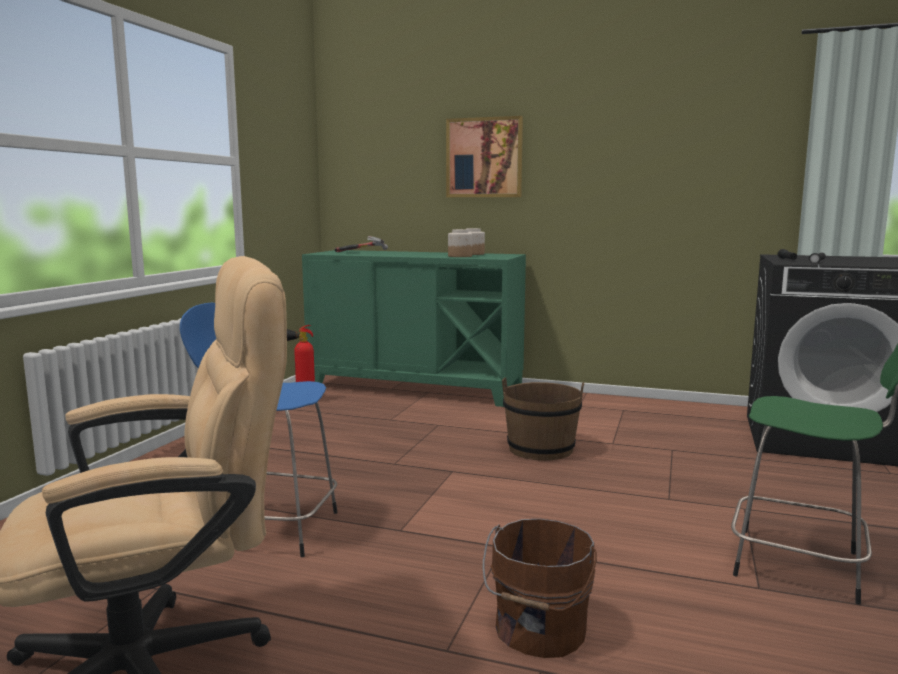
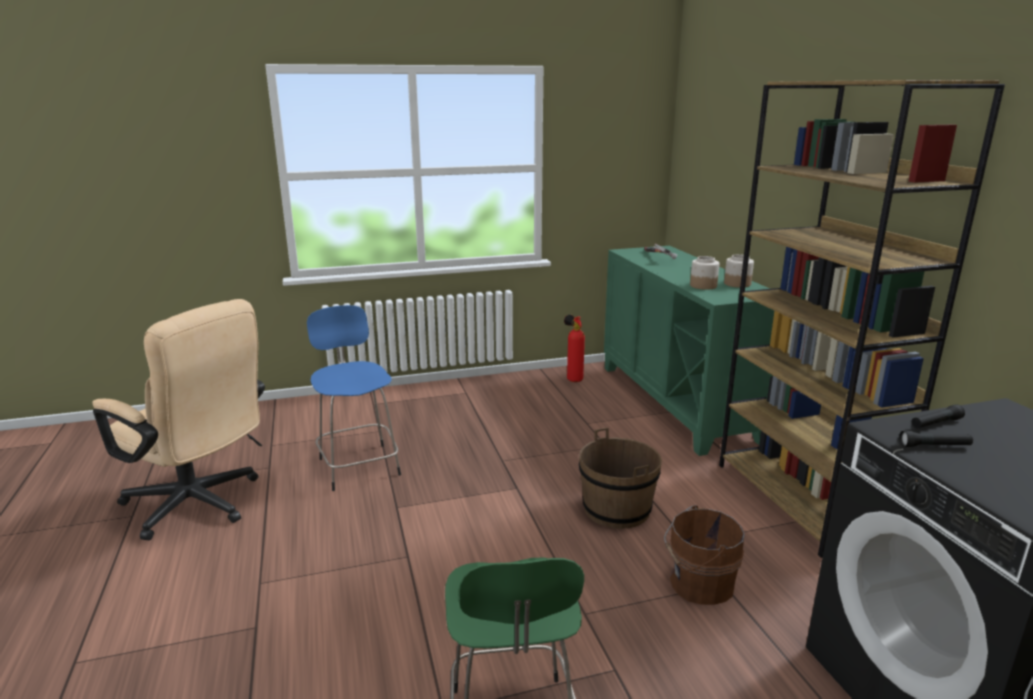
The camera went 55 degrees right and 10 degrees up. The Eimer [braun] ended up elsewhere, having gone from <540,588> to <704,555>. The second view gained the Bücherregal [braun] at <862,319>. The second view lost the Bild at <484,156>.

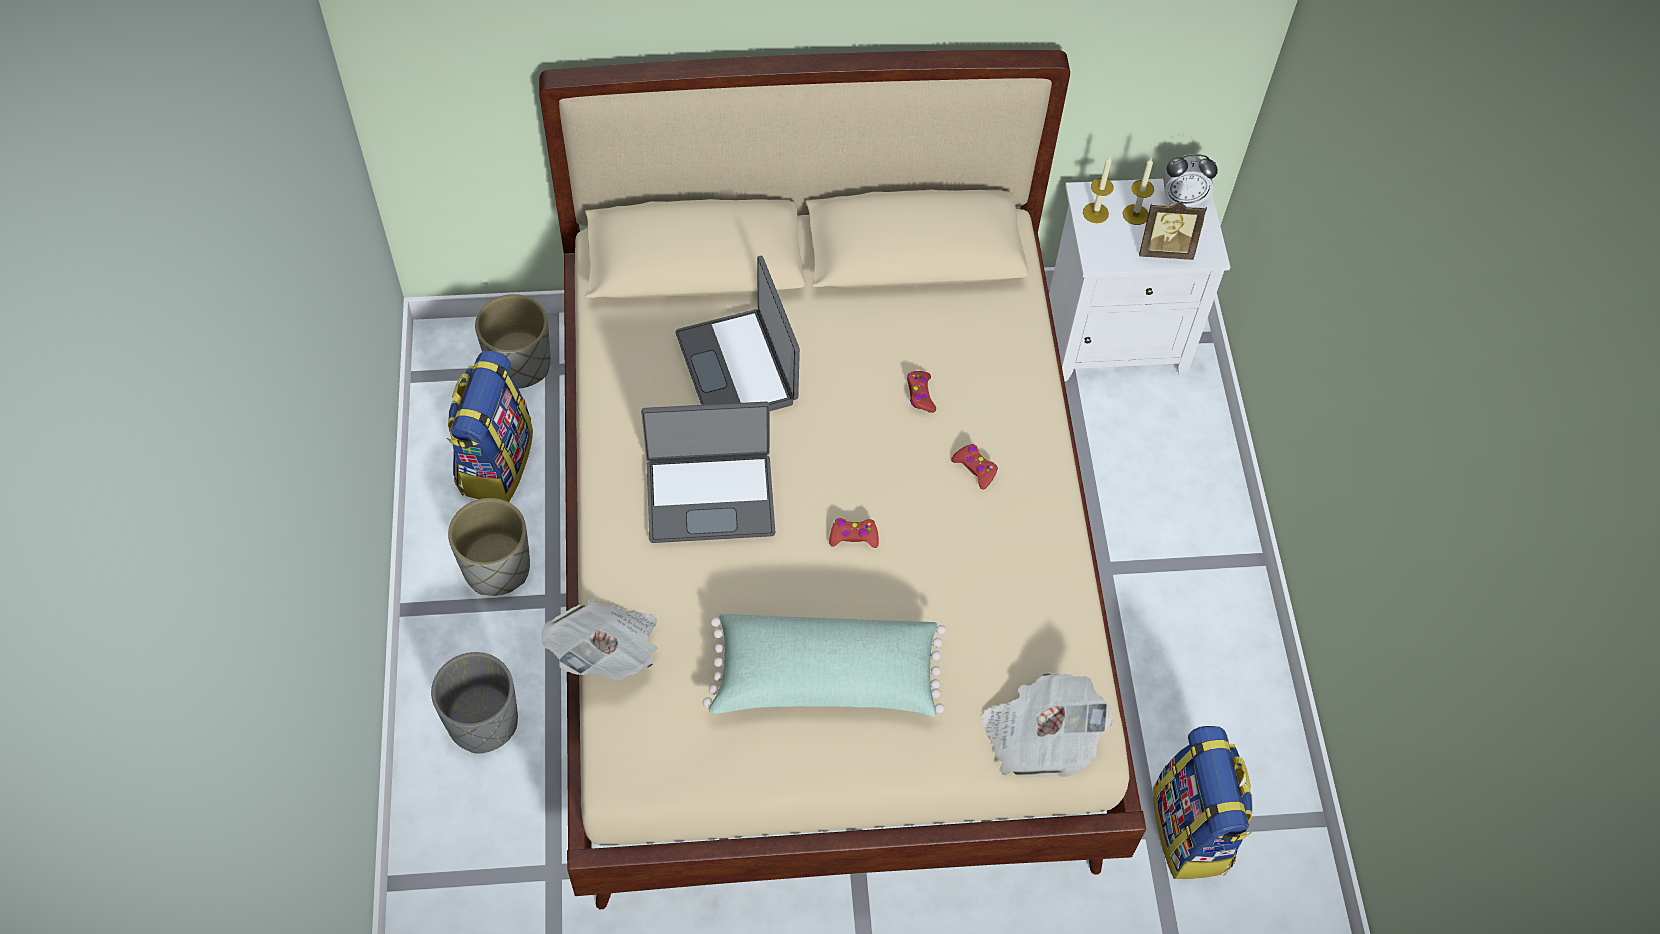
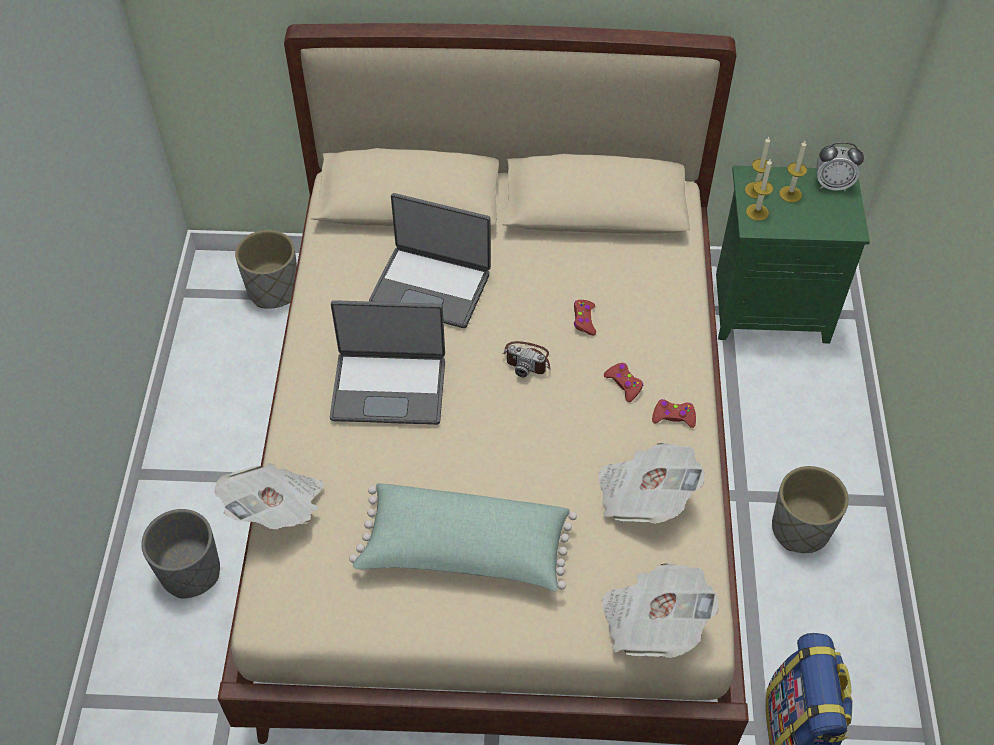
The camera went 10 degrees right and 5 degrees down. The Laptop at <738,333> ended up facing another way, 60 degrees counterclockwise from before. The second view gained the Kamera at <526,359>. The second view gained the Zeitung at <652,483>. The Gamepad [rot] ended up elsewhere, having gone from <854,533> to <674,413>. What was the Nachttisch [weiß] at <1139,280> turned into the Nachttisch [grün] at <793,255>. The second view gained the Kerze at <759,189>. The Pflanzkübel [grau] ended up elsewhere, having gone from <489,547> to <810,509>. The second view lost the Rucksack at <490,426>. The second view lost the Bilderrahmen at <1173,230>.

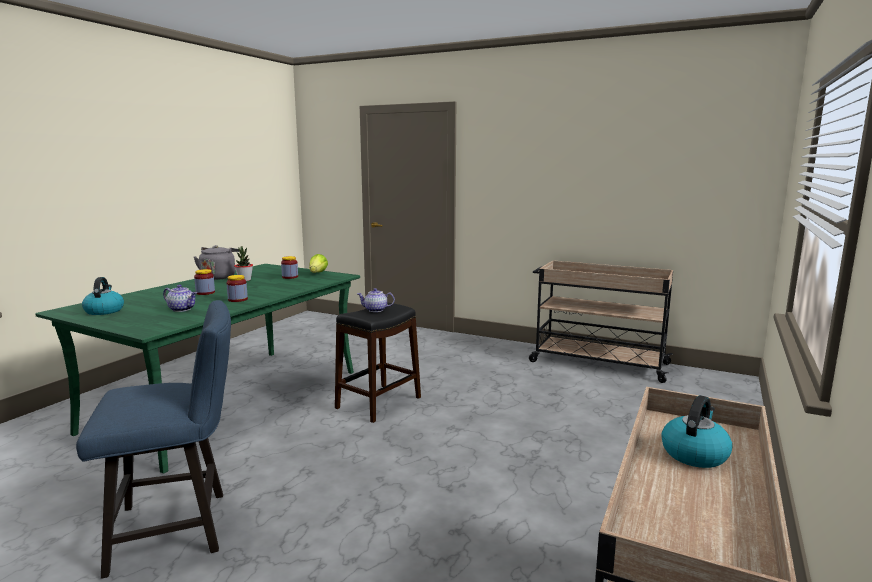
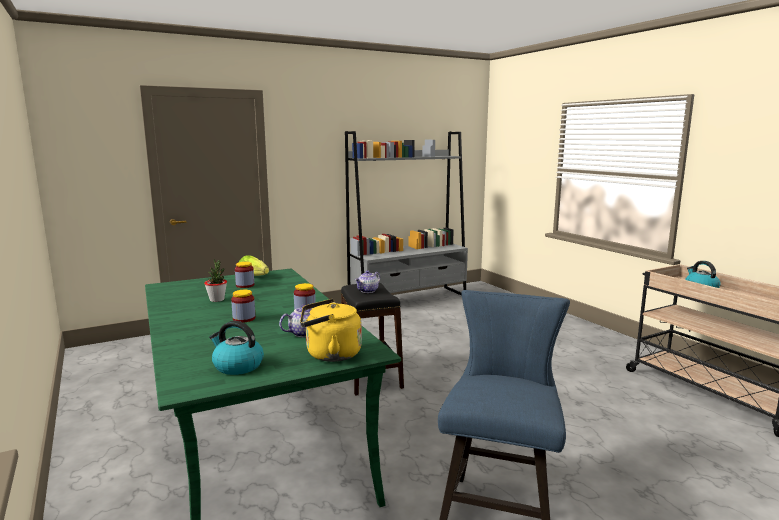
The camera went 55 degrees left and 0 degrees up. The second view gained the Wasserkessel [gelb] at <331,330>. Where the Rollwagen [beige] stood at <601,321>, the Bücherregal [grau] came to stand at <406,213>. The second view lost the Wasserkessel [grau] at <216,262>.

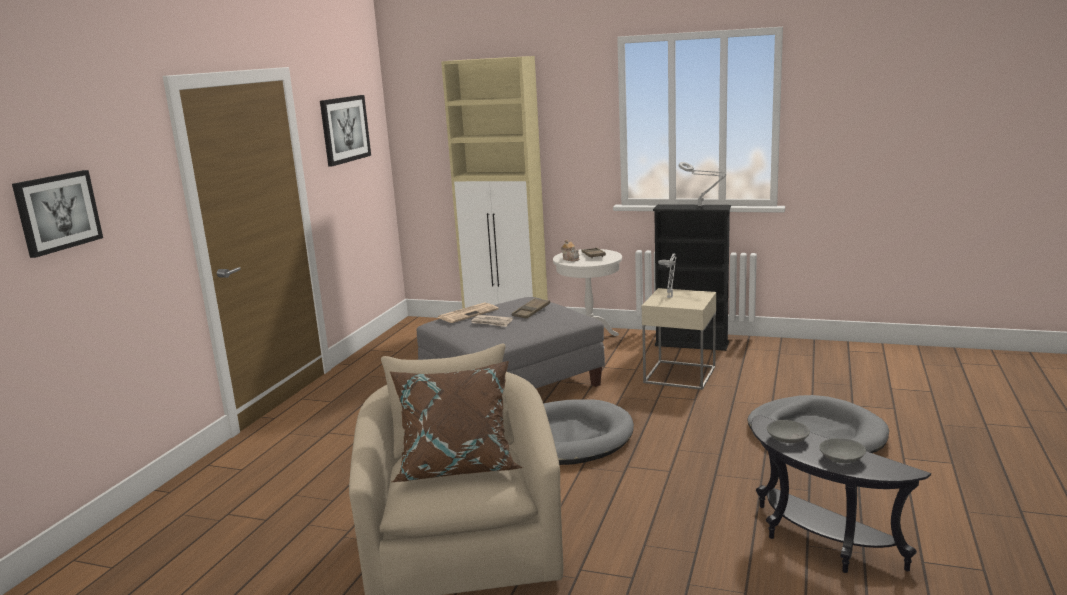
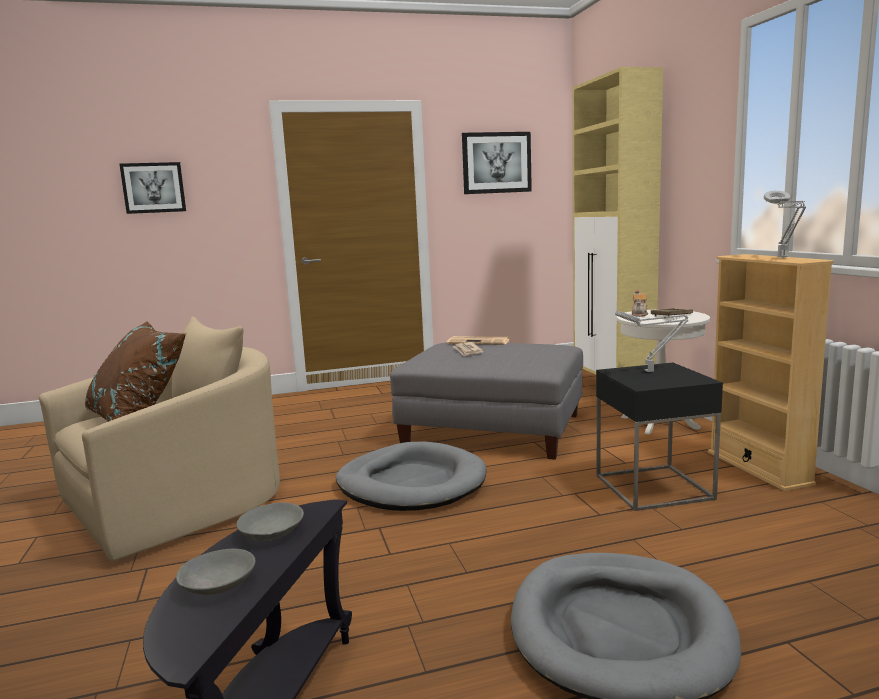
The camera went 55 degrees right and 5 degrees down. What was the Beistelltisch [beige] at <679,339> turned into the Beistelltisch [schwarz] at <659,437>. What was the Bücherregal [schwarz] at <692,277> turned into the Bücherregal [beige] at <771,372>. The second view lost the Tablett [braun] at <531,308>.

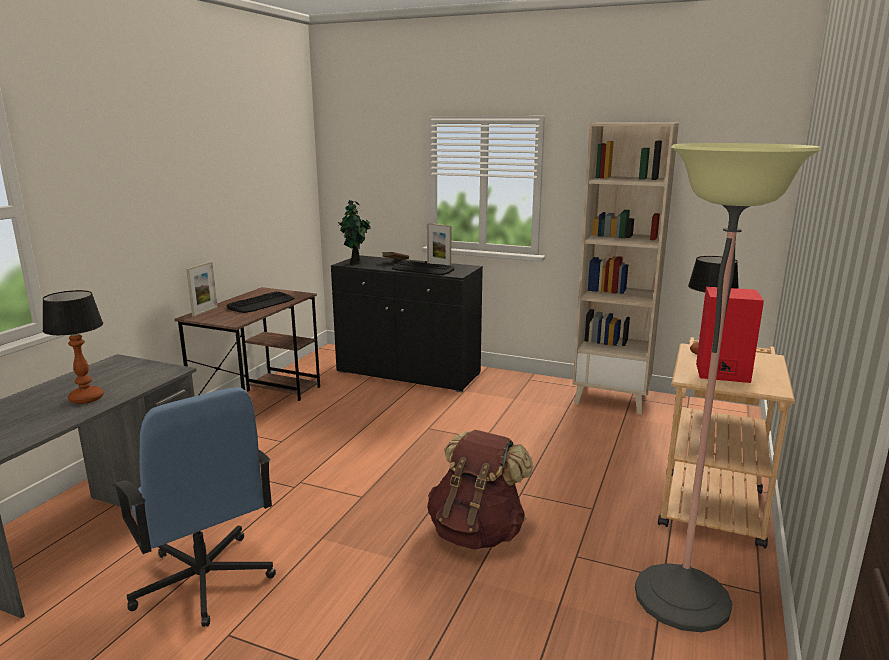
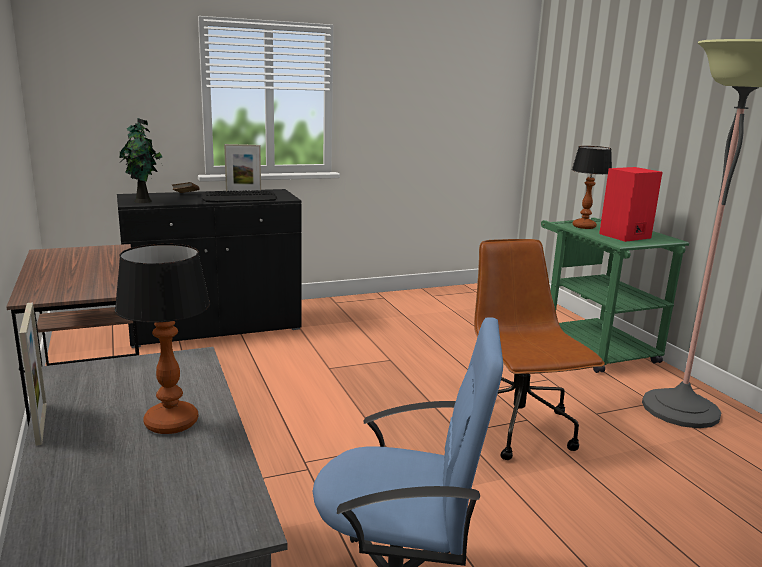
The camera went 45 degrees left and 0 degrees up. The Bilderrahmen ended up elsewhere, having gone from <202,289> to <33,374>. Where the Rucksack [braun] stood at <480,490>, the Bürostuhl [braun] came to stand at <539,349>. What was the Rollwagen [beige] at <726,443> turned into the Rollwagen [grün] at <615,295>. The second view lost the Tastatur at <260,302>. The second view lost the Bücherregal [beige] at <626,269>.

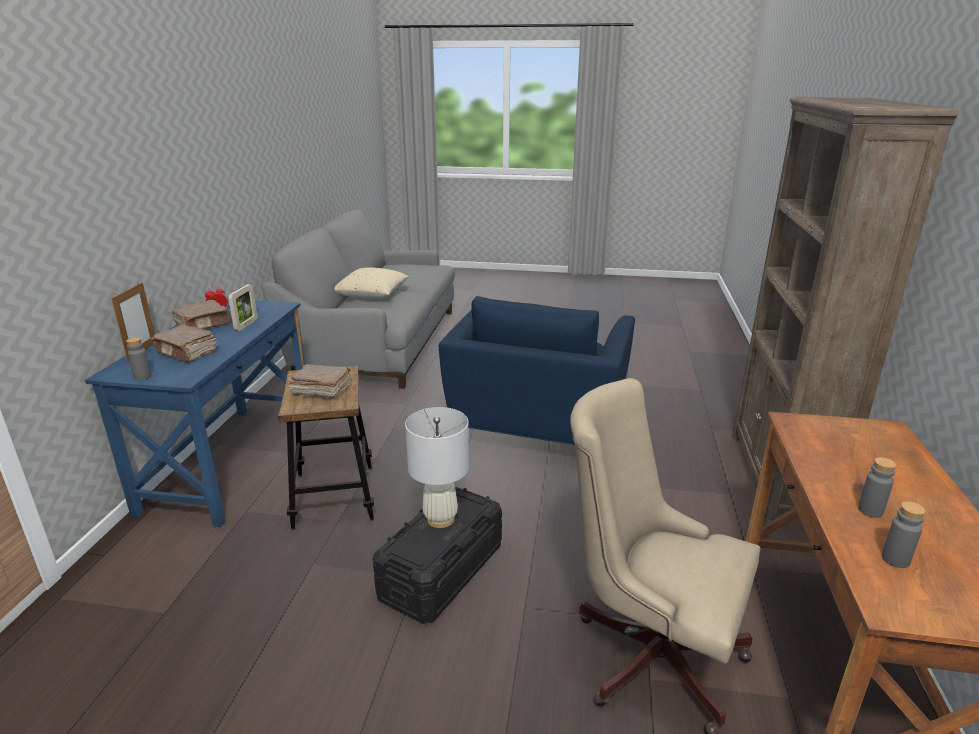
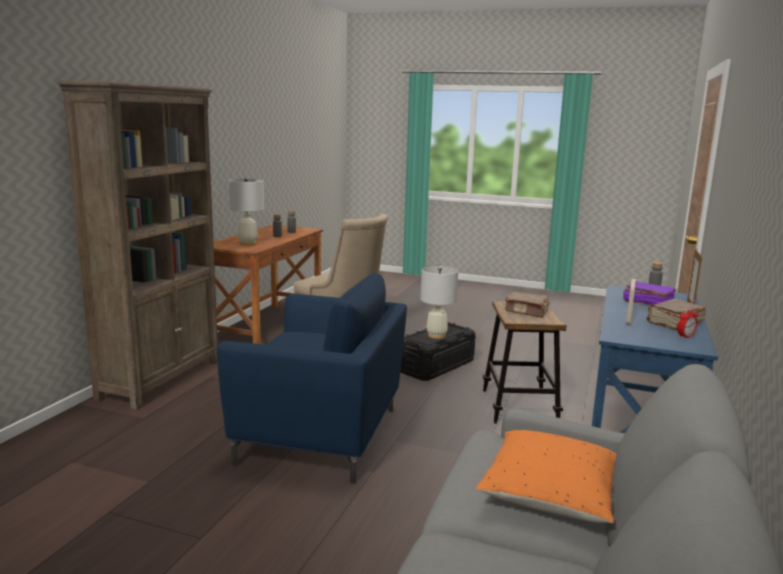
The camera went 170 degrees left and 10 degrees down. The Sessel [blau] at <537,370> ended up facing another way, 75 degrees clockwise from before. The second view gained the Tischlampe [weiß] at <246,211>. What was the Kissen [beige] at <372,283> turned into the Kissen [orange] at <546,476>. What was the Buch [braun] at <183,343> turned into the Buch [lila] at <649,293>.

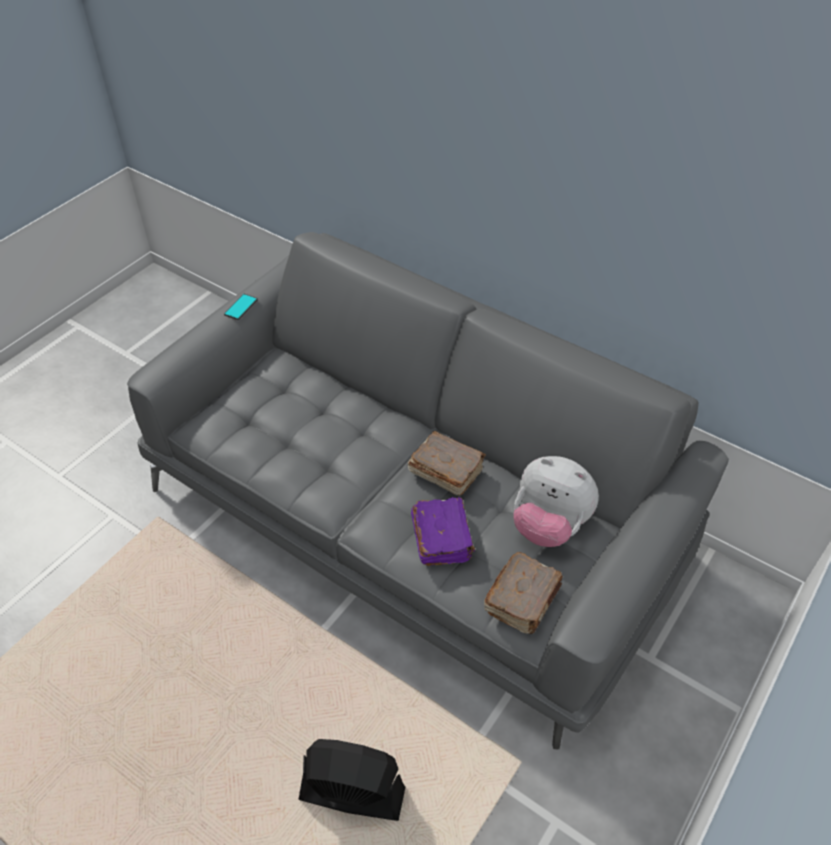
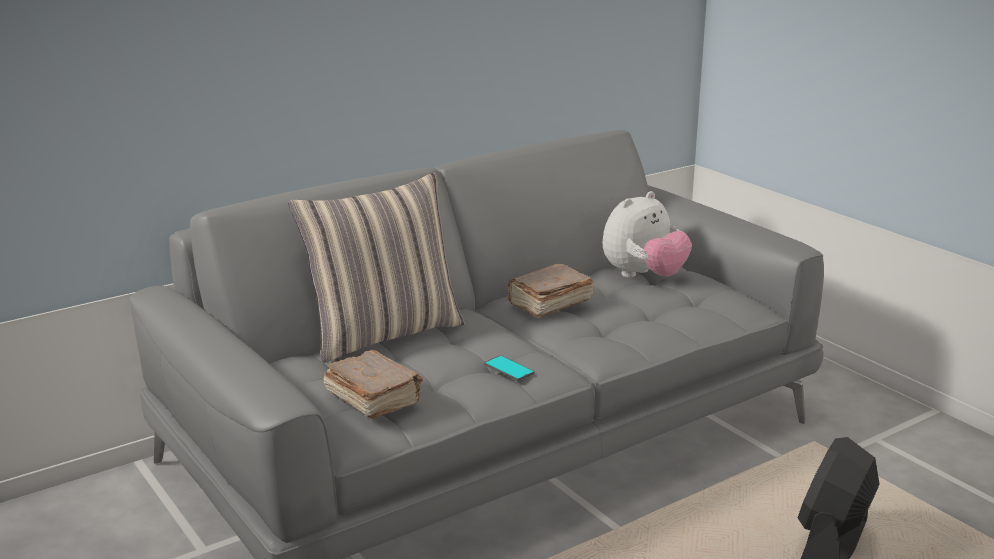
The camera went 70 degrees left and 25 degrees down. The second view gained the Kissen at <376,268>. The Buch [braun] ended up elsewhere, having gone from <523,593> to <373,384>. The Handy ended up elsewhere, having gone from <241,307> to <509,368>. The second view lost the Buch [lila] at <443,531>.

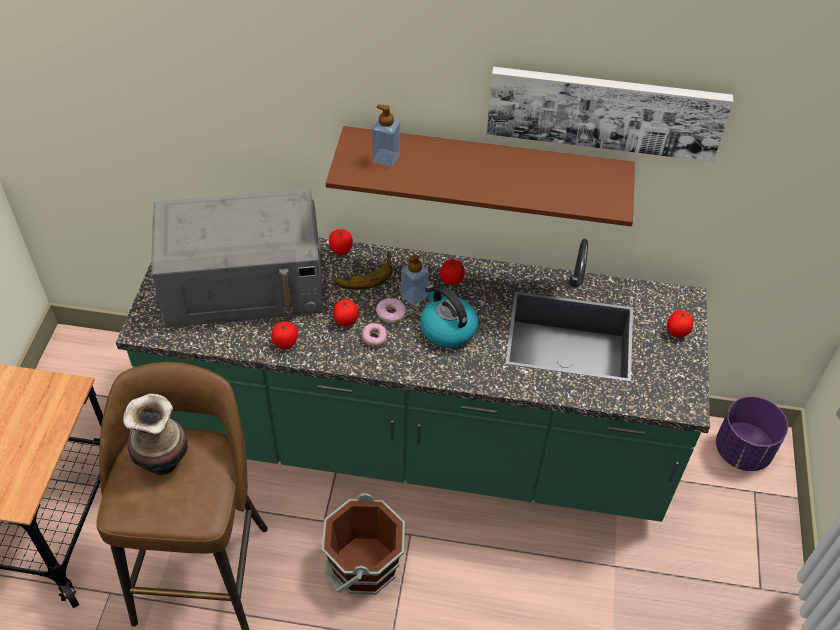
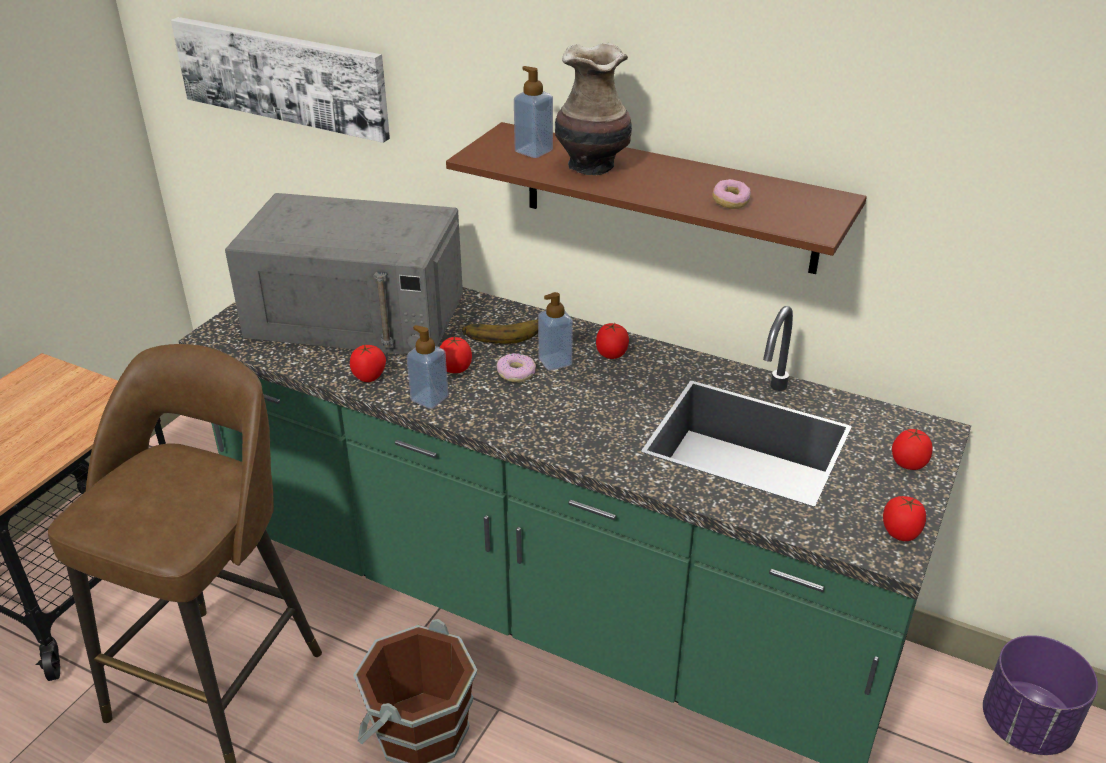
The camera went 20 degrees right and 15 degrees down. The Bild ended up elsewhere, having gone from <609,114> to <280,80>. The second view gained the Seifenspender at <427,367>. The Vase ended up elsewhere, having gone from <155,434> to <593,109>. The Donut ended up elsewhere, having gone from <374,335> to <731,194>. The Tomate ended up elsewhere, having gone from <341,242> to <904,518>. The second view lost the Wasserkessel at <449,316>.

